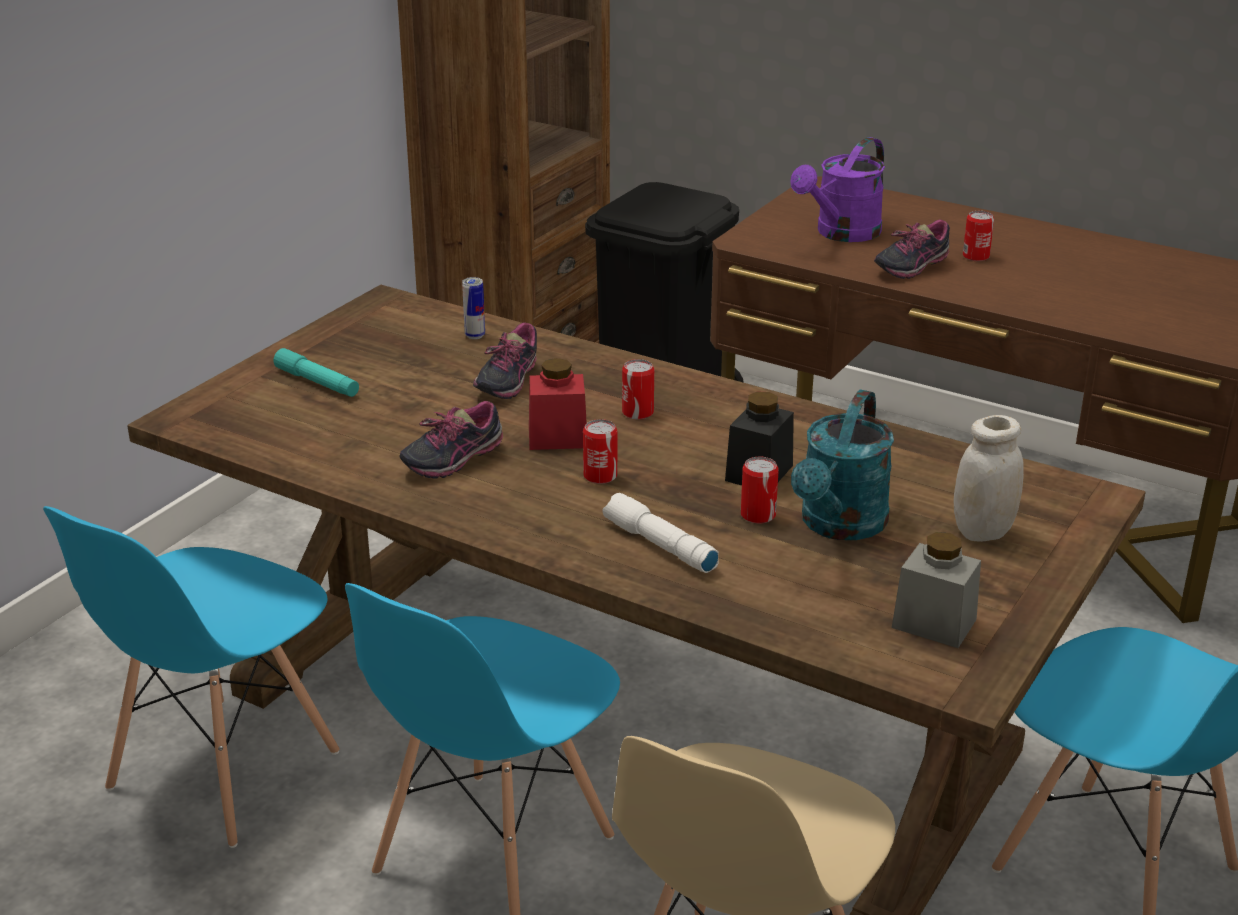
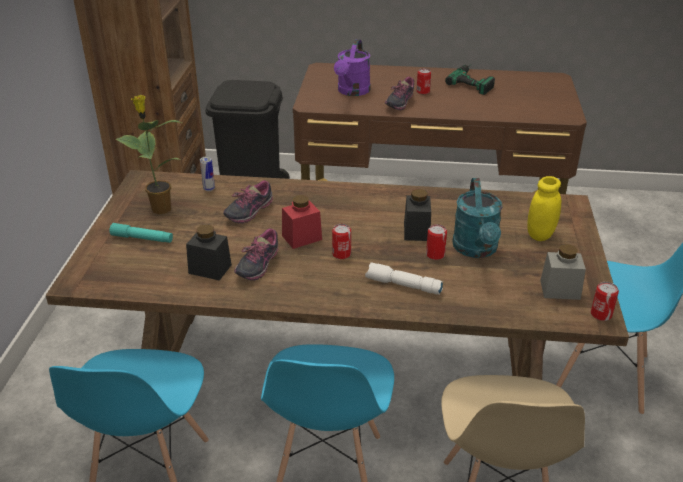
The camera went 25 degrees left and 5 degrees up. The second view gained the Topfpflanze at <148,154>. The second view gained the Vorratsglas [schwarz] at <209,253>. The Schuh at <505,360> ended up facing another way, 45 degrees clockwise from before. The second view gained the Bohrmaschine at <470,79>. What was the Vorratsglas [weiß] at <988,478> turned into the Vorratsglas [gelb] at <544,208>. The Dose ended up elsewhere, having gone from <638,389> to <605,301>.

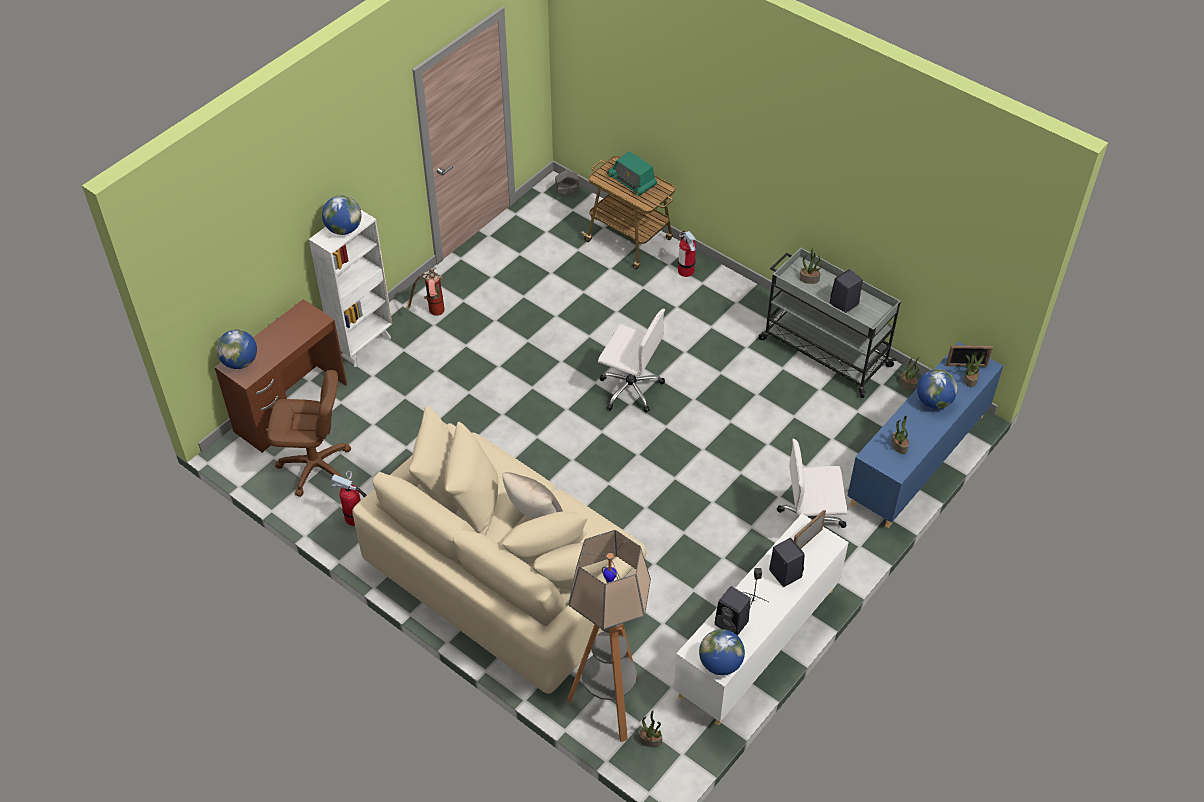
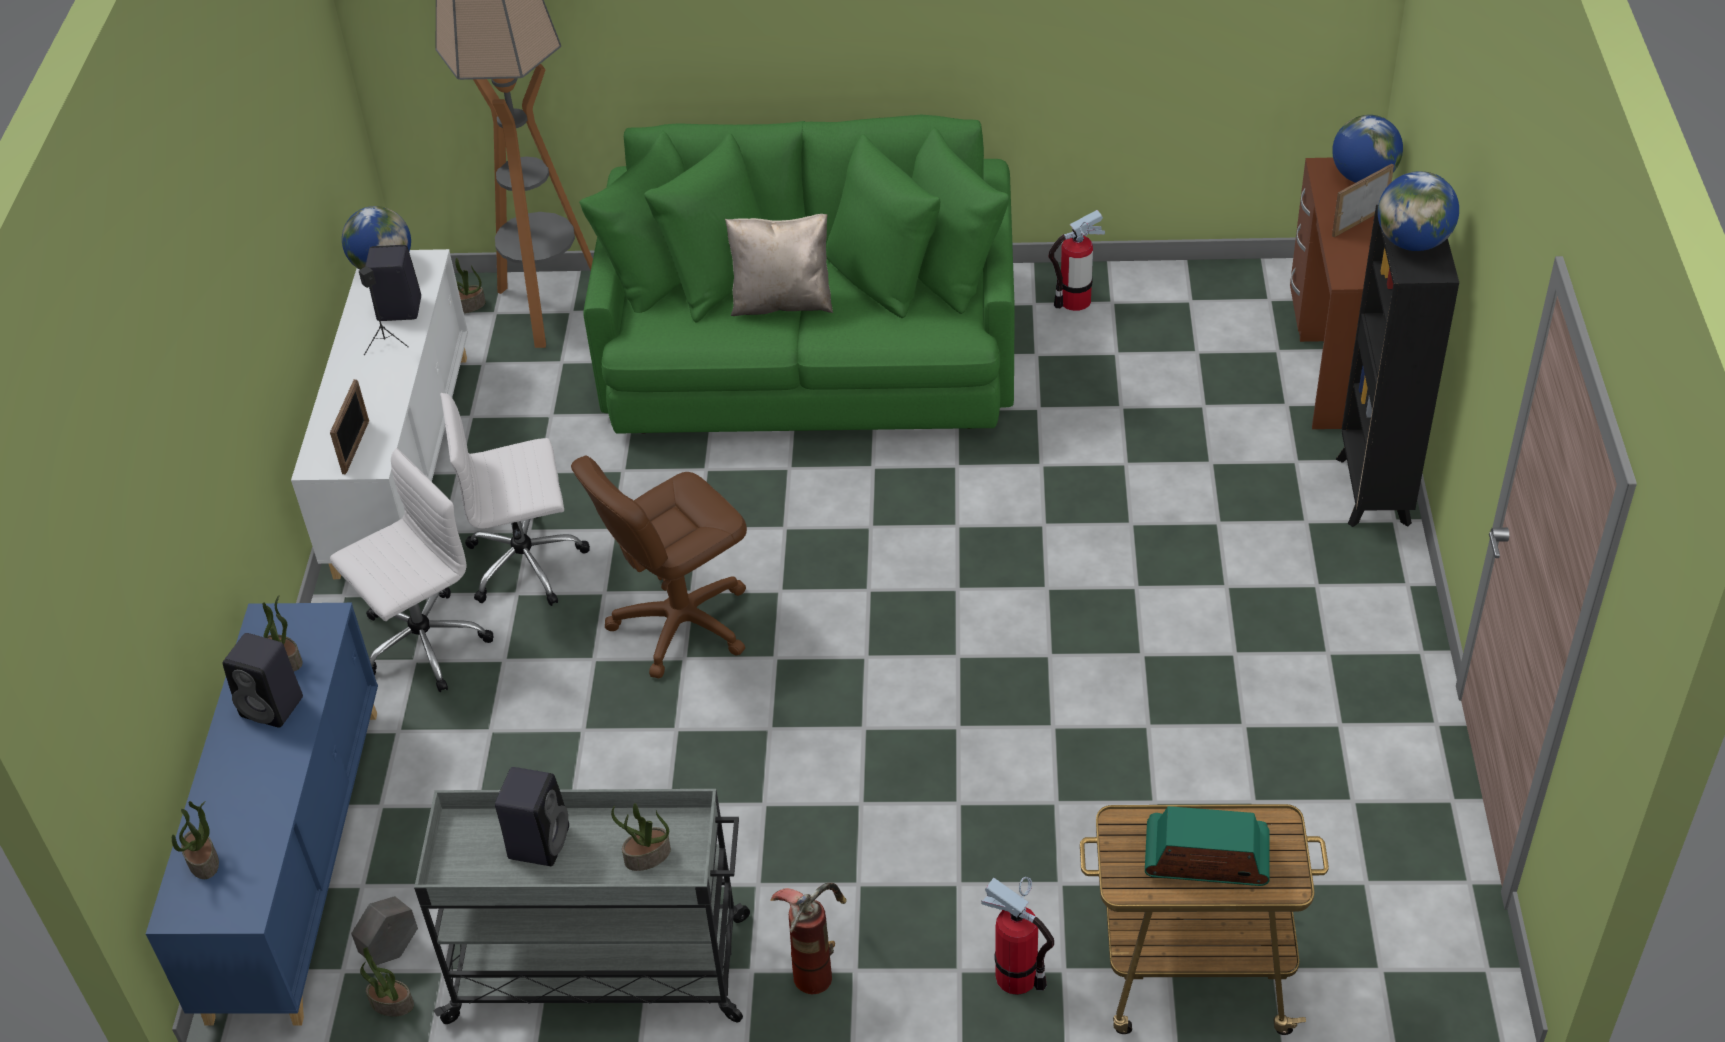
The camera went 145 degrees right and 5 degrees down. The Lautsprecher [schwarz] ended up elsewhere, having gone from <787,562> to <263,680>. The Pflanzkübel [grau] ended up elsewhere, having gone from <567,183> to <384,930>. The Bürostuhl [weiß] ended up elsewhere, having gone from <631,361> to <515,499>. The Bürostuhl [braun] ended up elsewhere, having gone from <309,433> to <659,566>. What was the Sofa [beige] at <499,550> turned into the Sofa [grün] at <797,274>. The Feuerlöscher ended up elsewhere, having gone from <425,291> to <808,938>. The Bilderrahmen ended up elsewhere, having gone from <969,356> to <1363,200>. What was the Bücherregal [weiß] at <350,288> turned into the Bücherregal [schwarz] at <1397,366>. The second view lost the Globus at <937,389>.

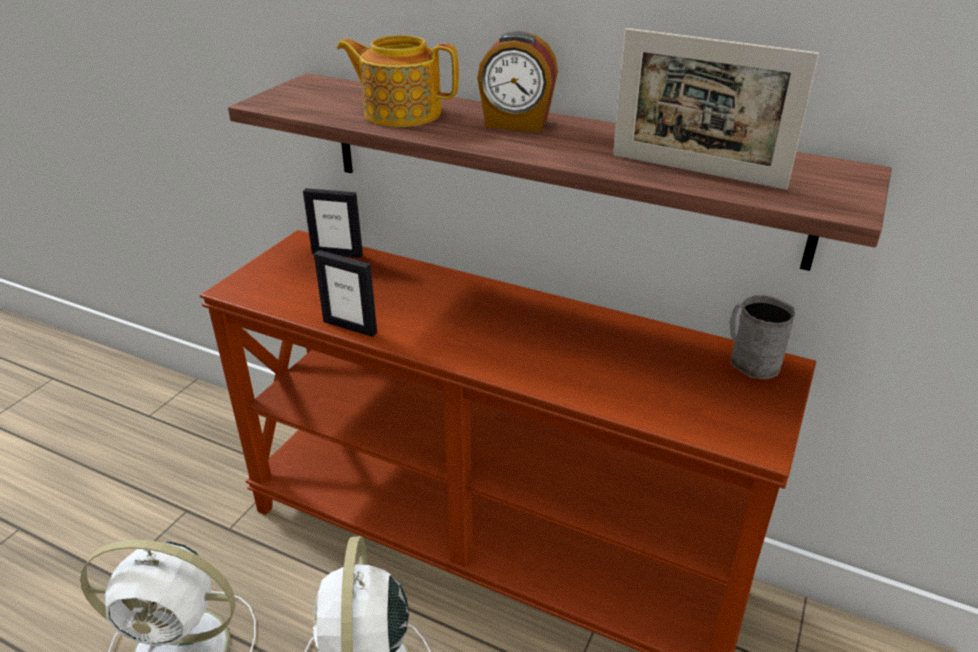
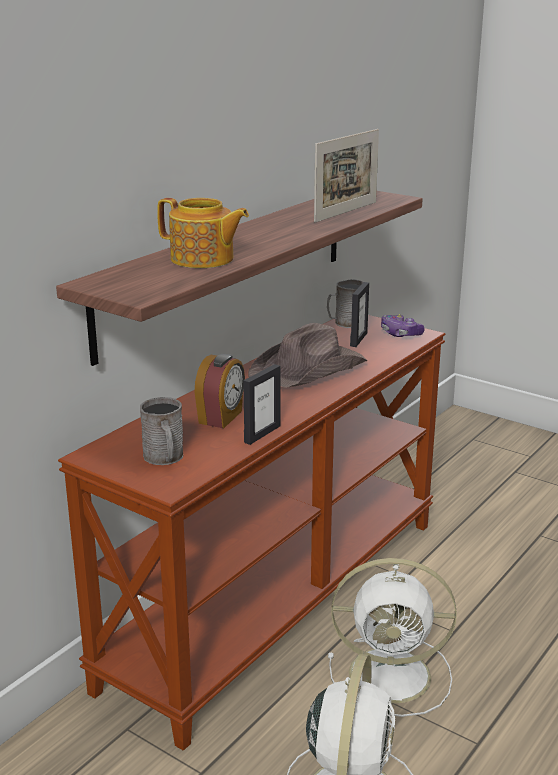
The camera went 80 degrees left and 10 degrees down. The second view gained the Henkelbecher [grau] at <161,431>. The Teekanne at <398,81> ended up facing another way, 90 degrees counterclockwise from before. The Wecker ended up elsewhere, having gone from <517,81> to <219,391>. The second view gained the Hut [braun] at <307,355>. The Bilderrahmen ended up elsewhere, having gone from <333,223> to <359,314>. The second view gained the Gamepad at <403,325>.

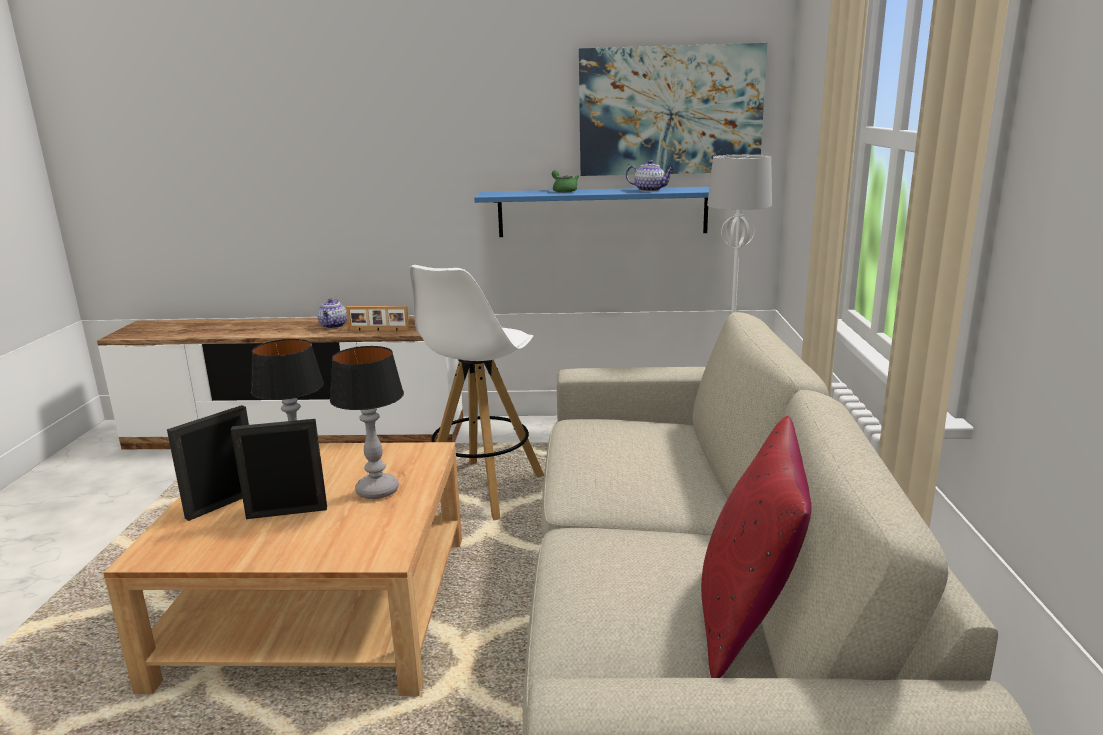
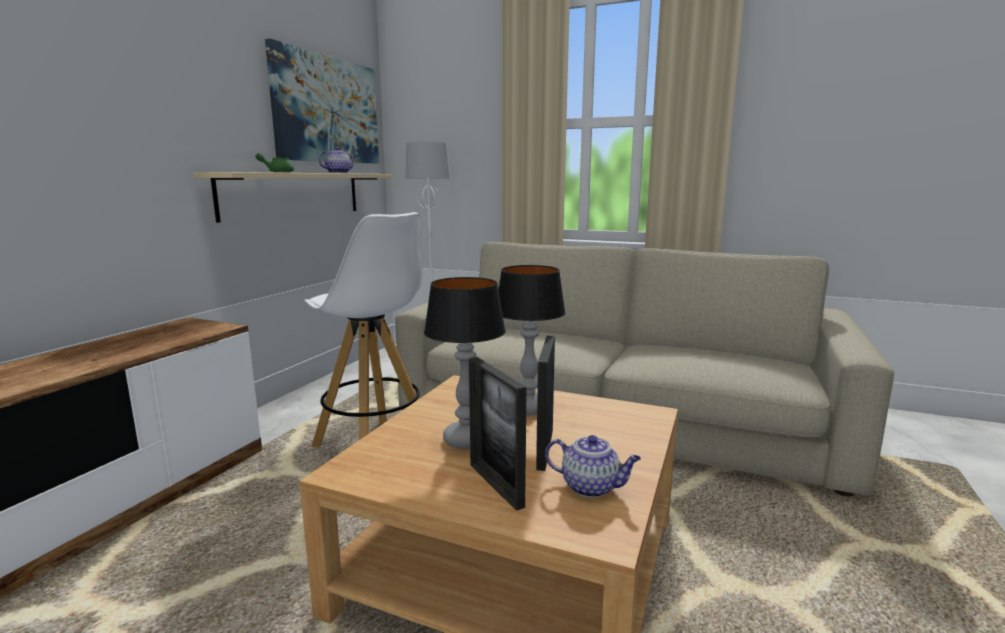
The camera went 70 degrees left and 5 degrees down. What was the Wandregal [blau] at <591,212> turned into the Wandregal [beige] at <293,197>. The Teekanne ended up elsewhere, having gone from <332,313> to <593,466>. The second view lost the Bilderrahmen at <377,318>. The second view lost the Kissen [rot] at <756,547>.

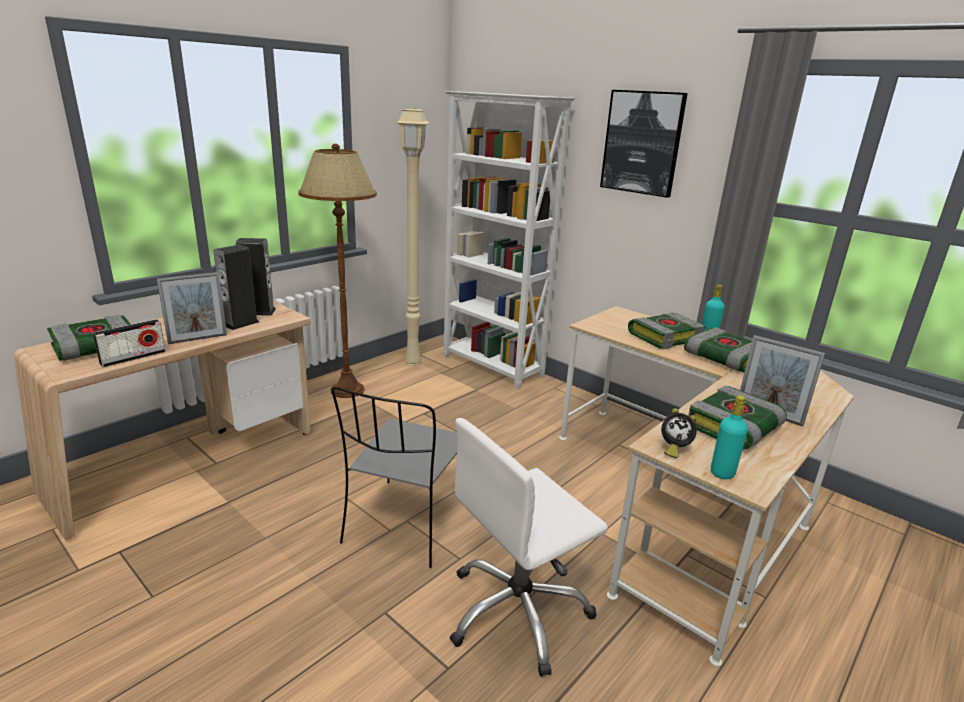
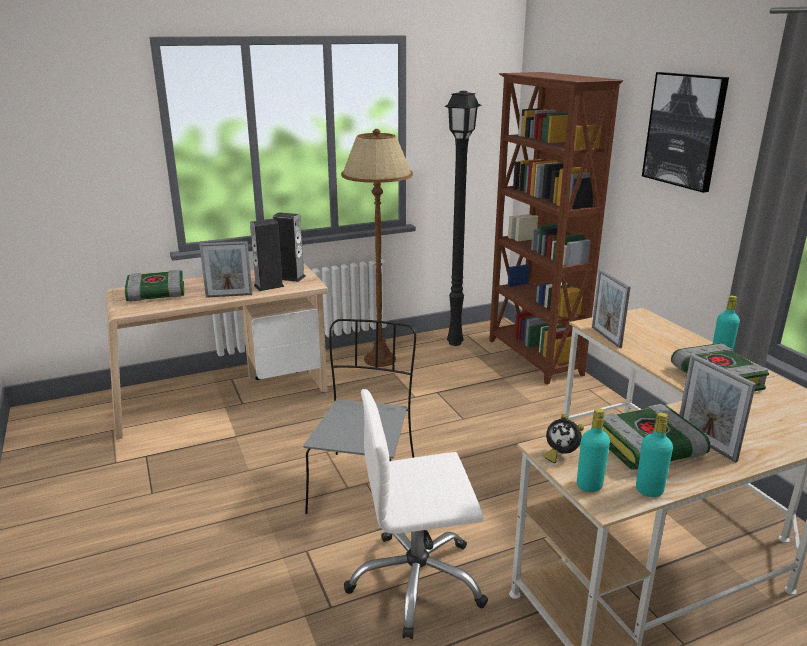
The camera went 25 degrees right and 0 degrees up. The Stuhl [grau] at <394,477> ended up facing another way, 150 degrees clockwise from before. What was the Stehlampe [beige] at <412,236> turned into the Stehlampe [schwarz] at <463,218>. What was the Bücherregal [weiß] at <509,240> turned into the Bücherregal [braun] at <556,228>. The second view gained the Bilderrahmen at <611,308>. The second view gained the Flasche [türkis] at <654,454>. The second view lost the Radio at <129,343>. The second view lost the Buch at <667,330>.

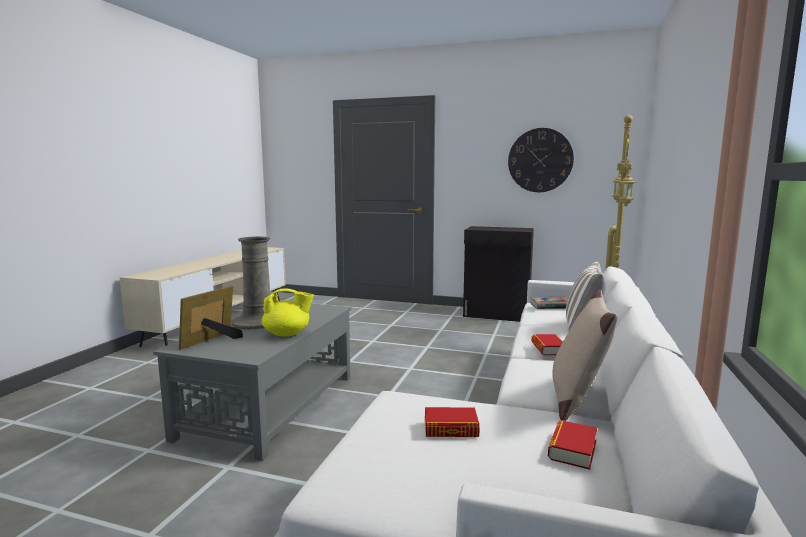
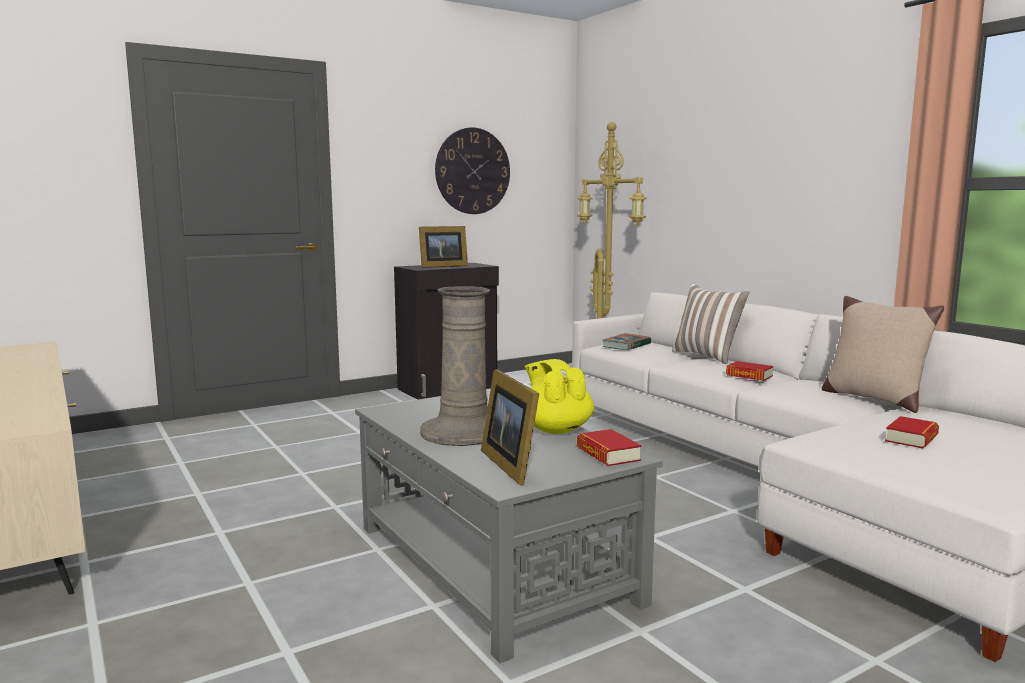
The camera went 50 degrees left and 0 degrees up. The second view gained the Bilderrahmen at <443,247>. The Teekanne [gelb] at <288,312> ended up facing another way, 60 degrees counterclockwise from before. The Buch ended up elsewhere, having gone from <572,445> to <609,447>.

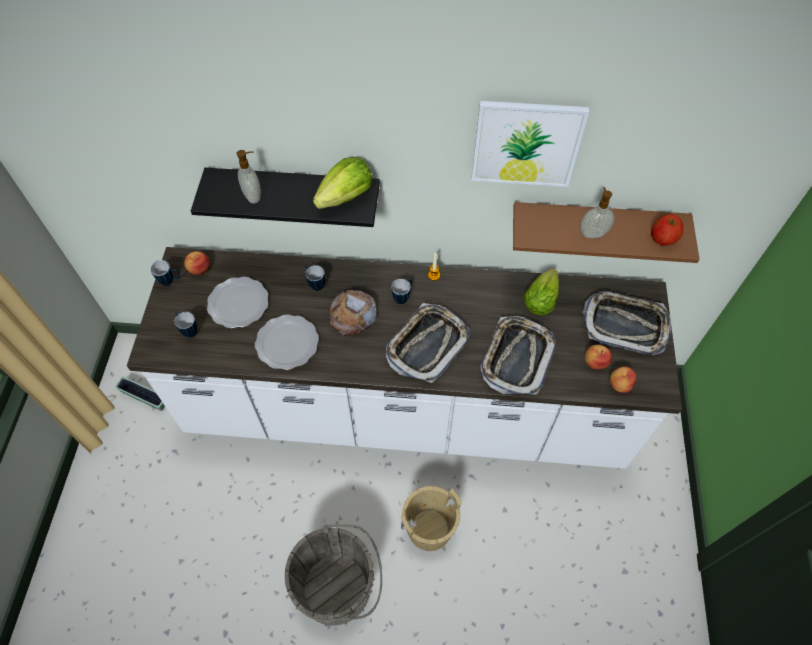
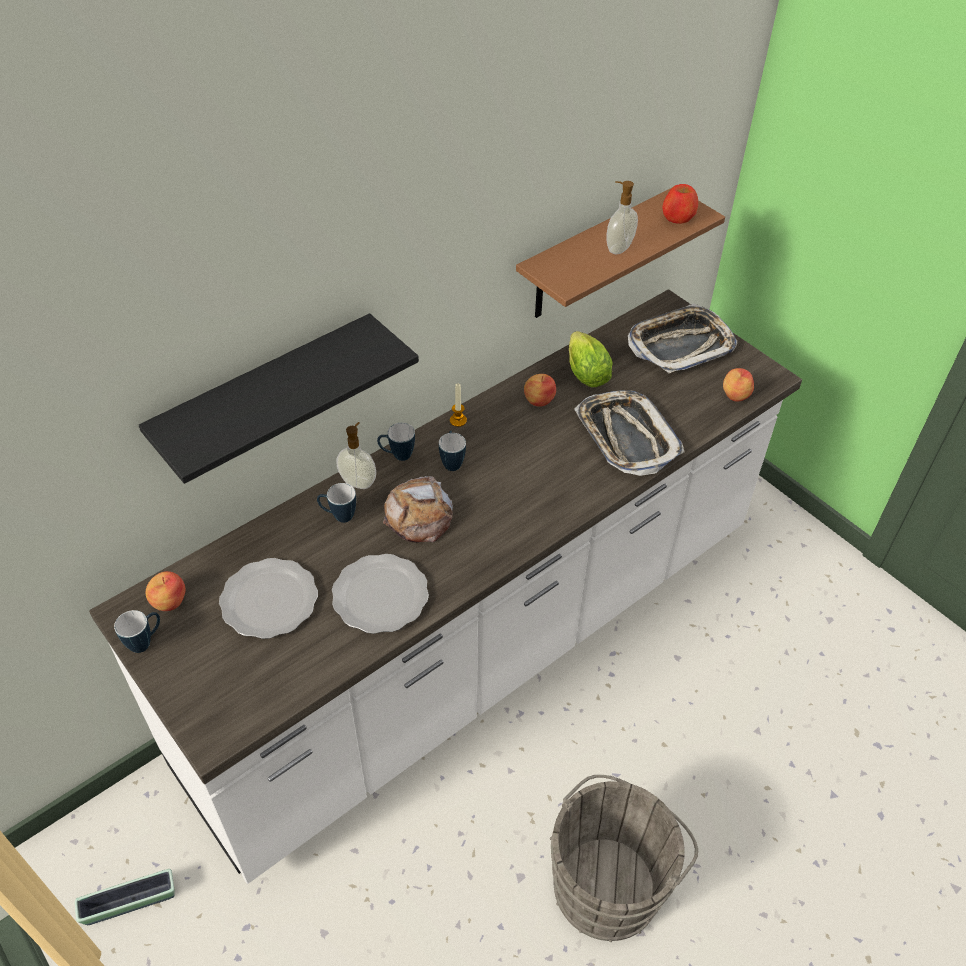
The camera went 45 degrees left and 10 degrees down. The Seifenspender ended up elsewhere, having gone from <248,177> to <356,455>. The Henkelbecher ended up elsewhere, having gone from <185,325> to <396,442>. The Apfel ended up elsewhere, having gone from <598,357> to <540,390>. The second view lost the Salatkopf at <342,183>. The second view lost the Tablett at <428,343>. The second view lost the Eimer [beige] at <431,518>. The second view lost the Bild at <530,144>.

